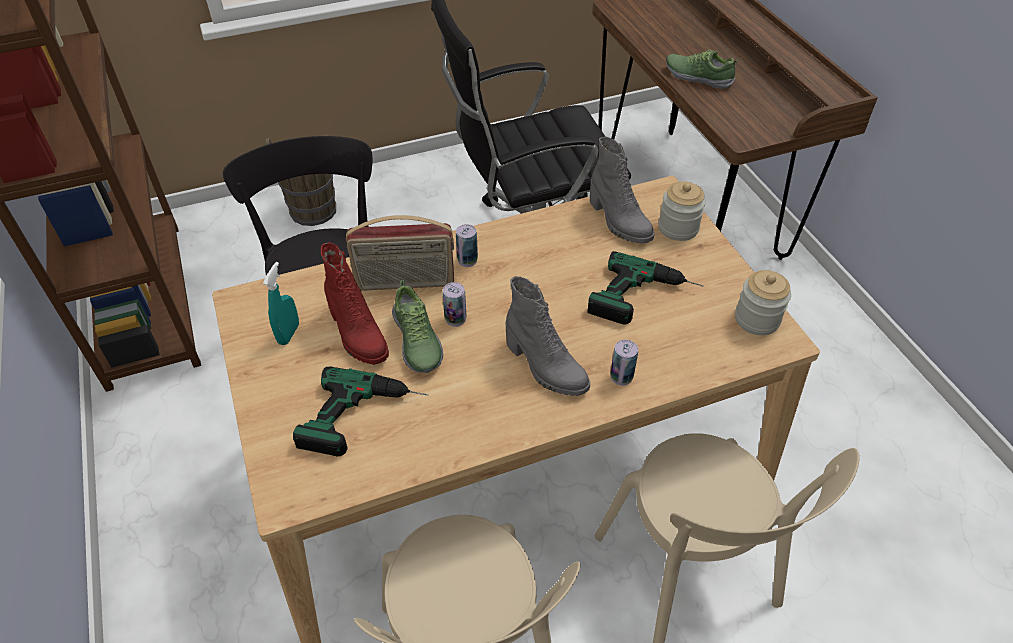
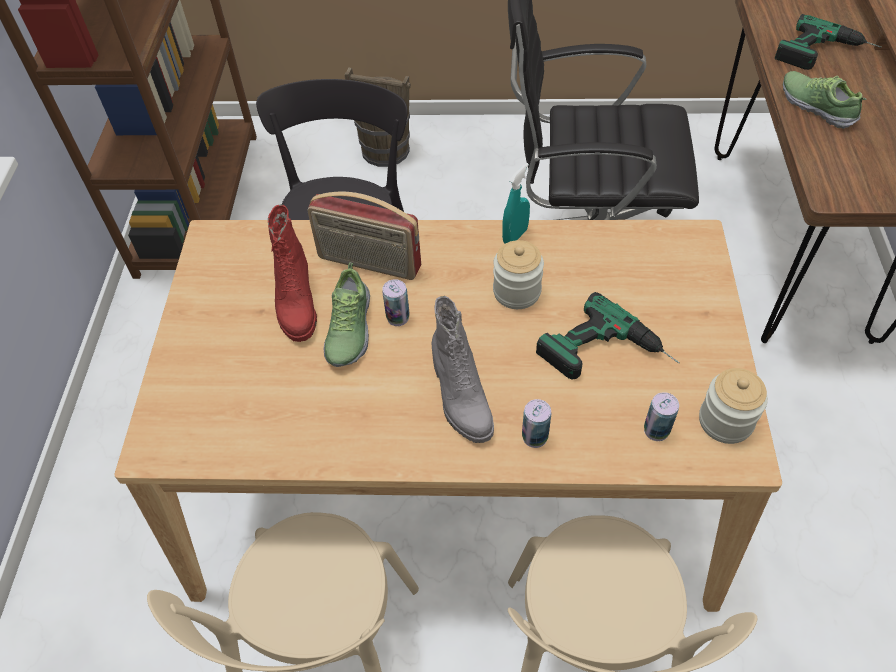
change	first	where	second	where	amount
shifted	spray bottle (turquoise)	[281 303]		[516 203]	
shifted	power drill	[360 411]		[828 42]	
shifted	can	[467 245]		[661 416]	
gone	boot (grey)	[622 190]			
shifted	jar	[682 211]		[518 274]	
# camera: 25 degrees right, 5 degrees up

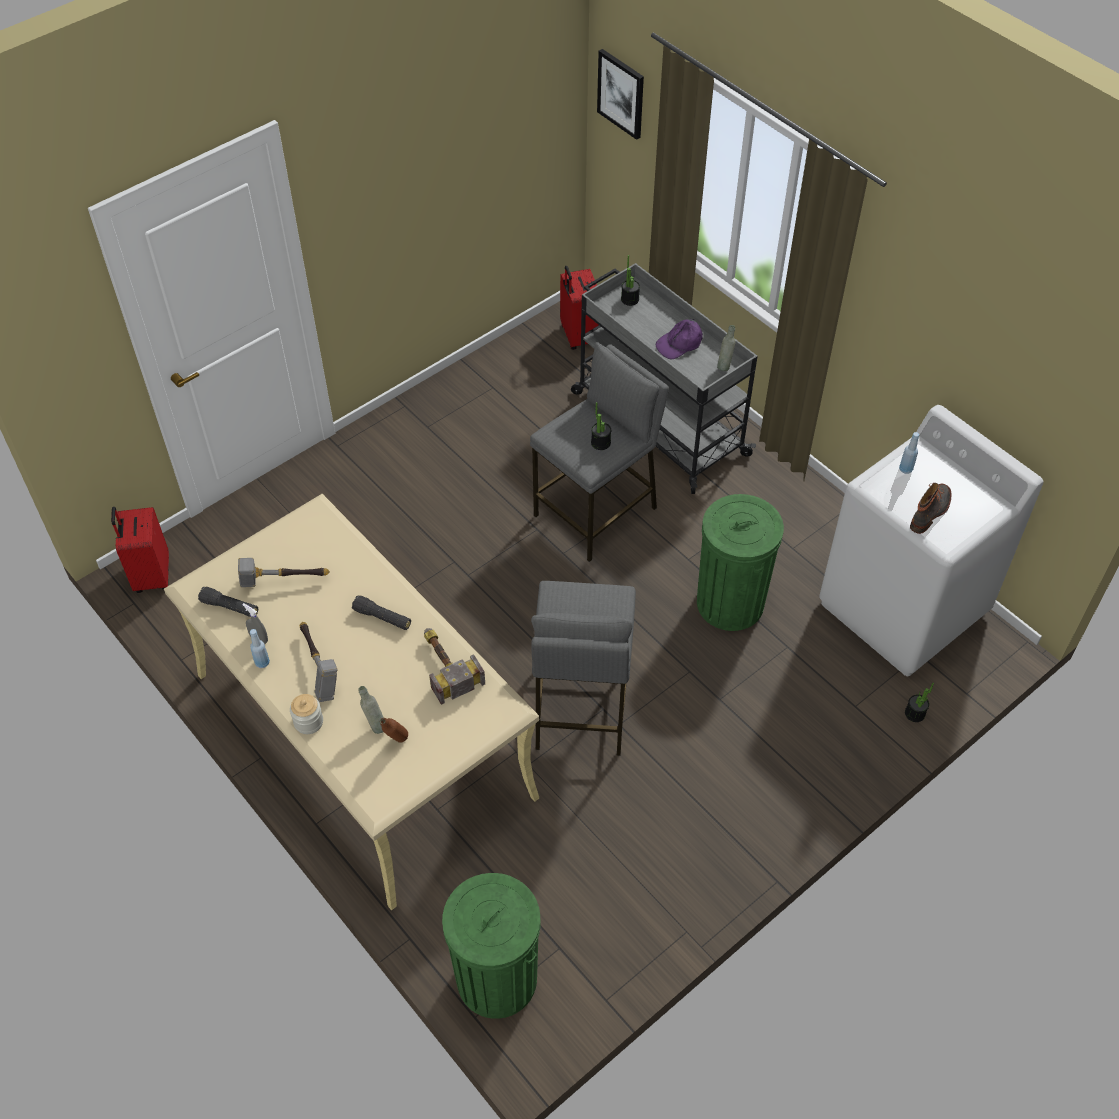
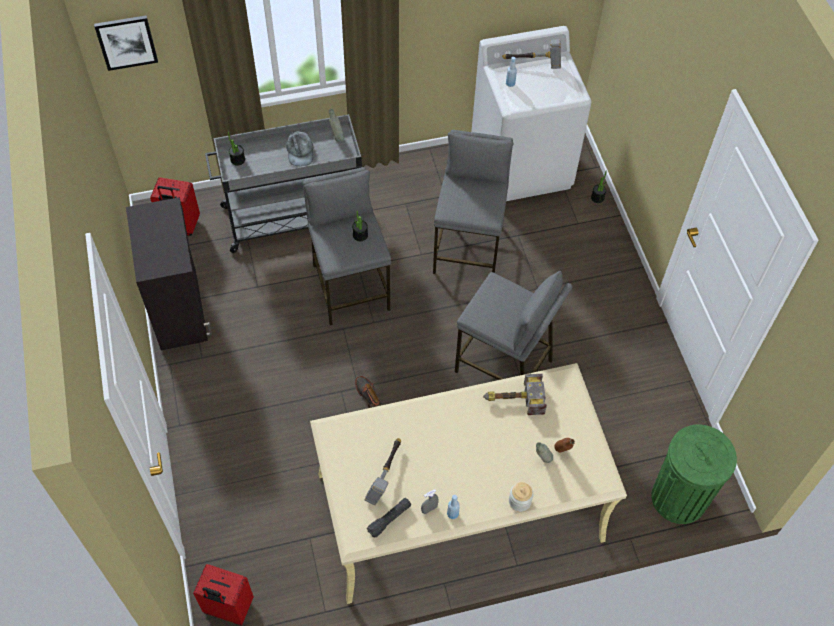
change	first	where	second	where	amount
shifted	hammer	[319 662]		[531 54]	
gone	flashlight (black)	[381 612]			
repainted	cap (purple)	[679 339]	cap (grey)	[299 148]	
swapped	trash can (green)	[740 562]	stool (grey)	[473 202]	
shifted	boot	[931 508]		[368 392]	
new			cabinet (black)	[169 273]	
# camera: 65 degrees left, 5 degrees up

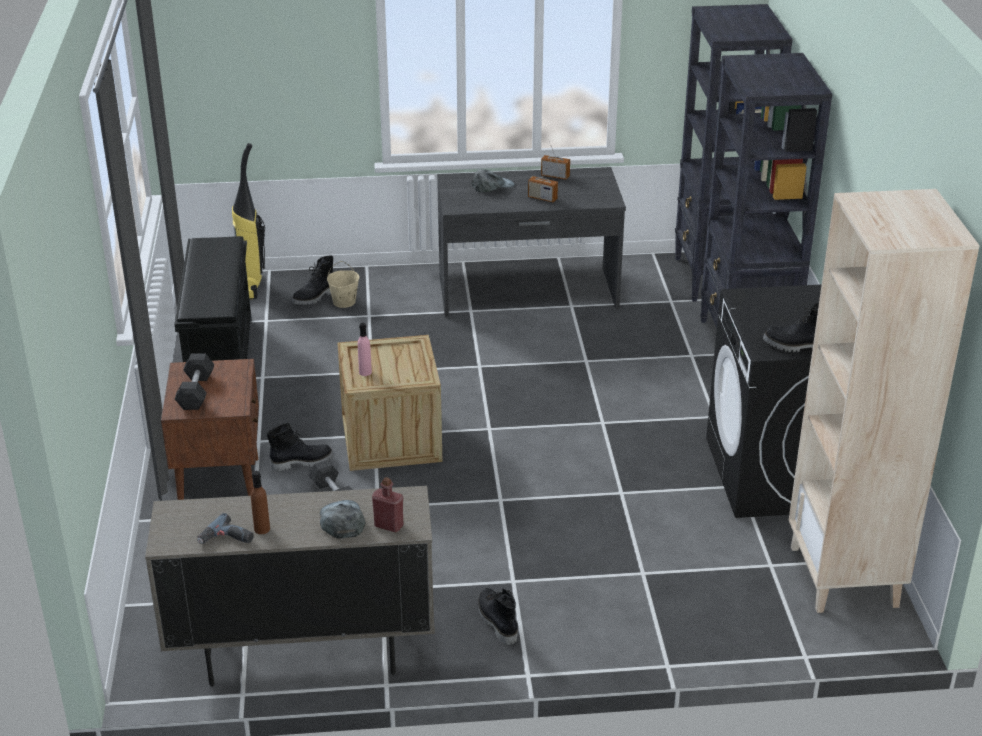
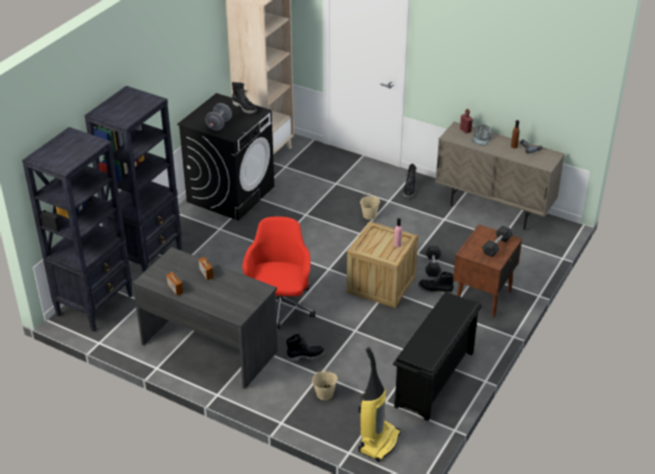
change	first	where	second	where	amount
shifted	boot (black)	[312 280]		[305 347]	
gone	cap (grey)	[493 180]			
new			dumbbell (grey)	[218 117]	
new			office chair (red)	[278 272]	
new			bucket (beige)	[370 206]	
# camera: 145 degrees left, 5 degrees up

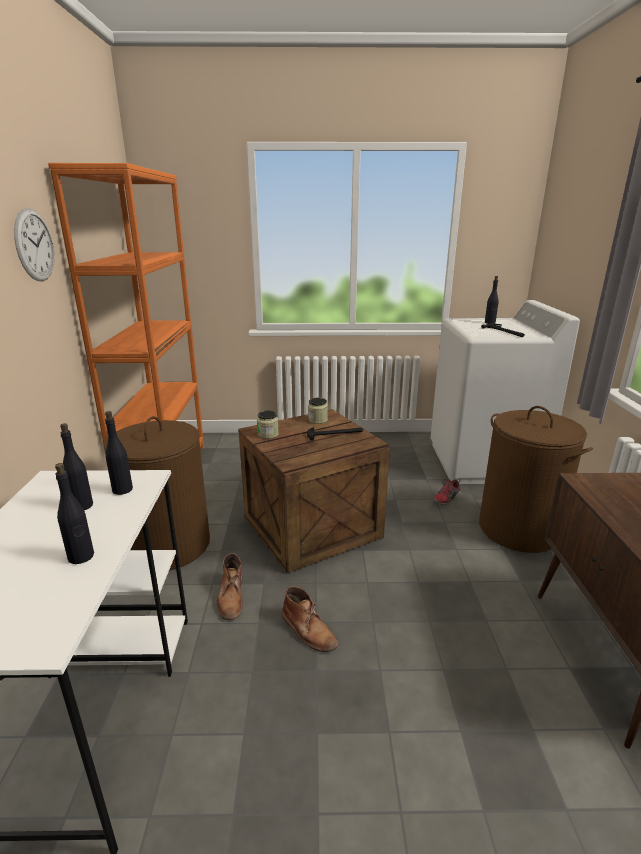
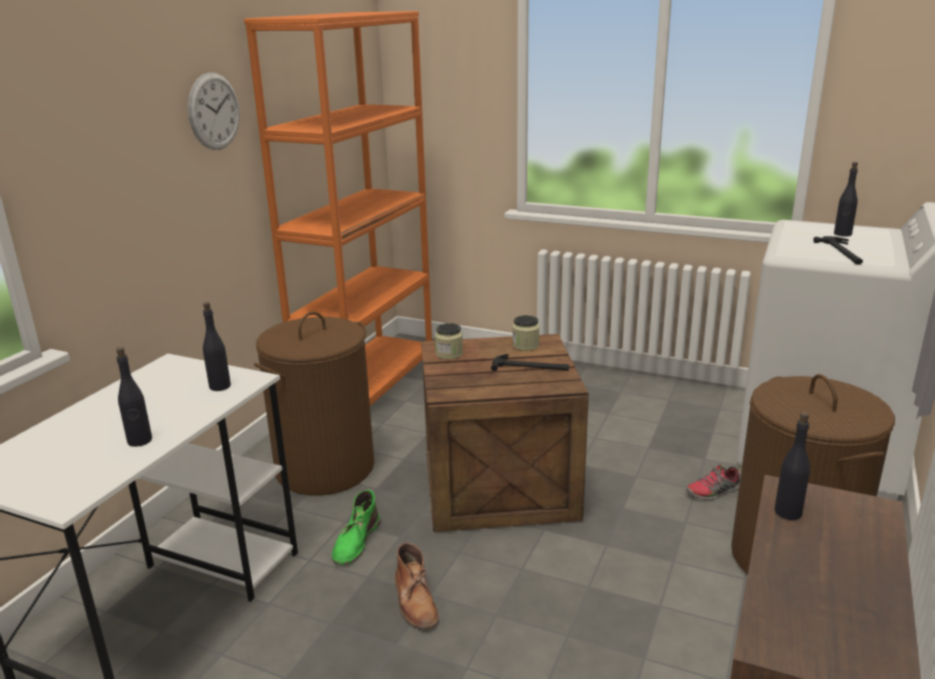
change	first	where	second	where	amount
shifted	bottle (black)	[76 466]		[792 466]	
repainted	boot (brown)	[230 586]	boot (green)	[356 527]	
# camera: 25 degrees right, 0 degrees up

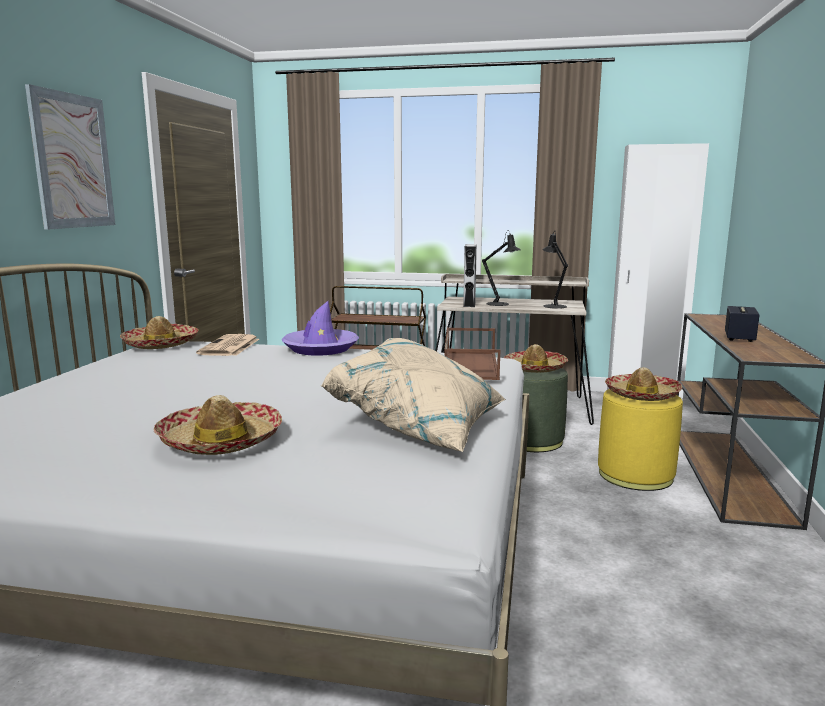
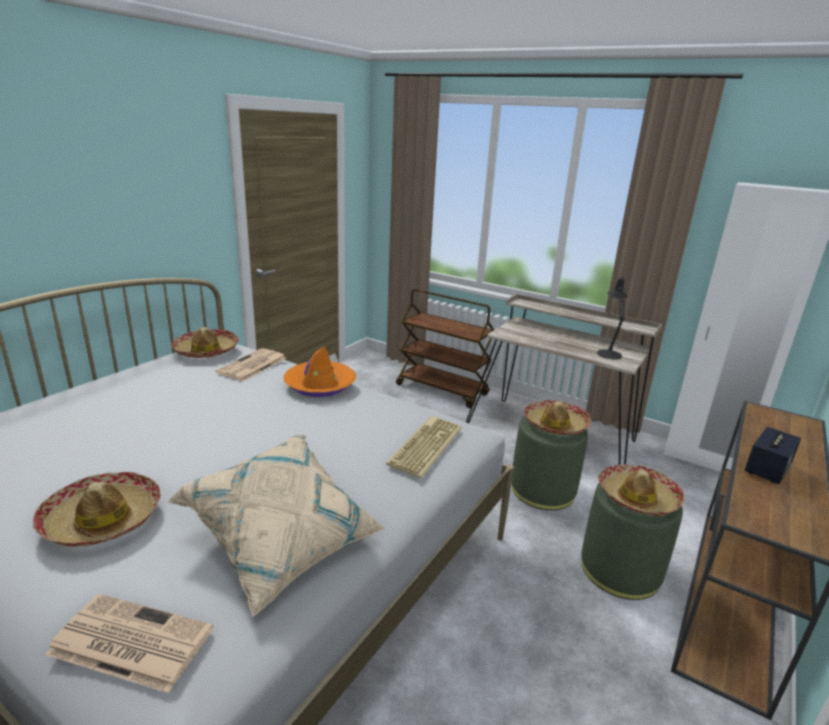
change	first	where	second	where	amount
gone	picture	[70 157]			
repainted	hat (purple)	[320 328]	hat (orange)	[319 371]	
swapped	tray (brown)	[472 354]	keyboard	[424 447]	
gone	speaker (grey)	[470 275]			
gone	table lamp (black)	[501 268]			
repainted	ottoman (yellow)	[640 440]	ottoman (green)	[632 541]	
new			newspaper	[129 643]	
# camera: 20 degrees right, 10 degrees up

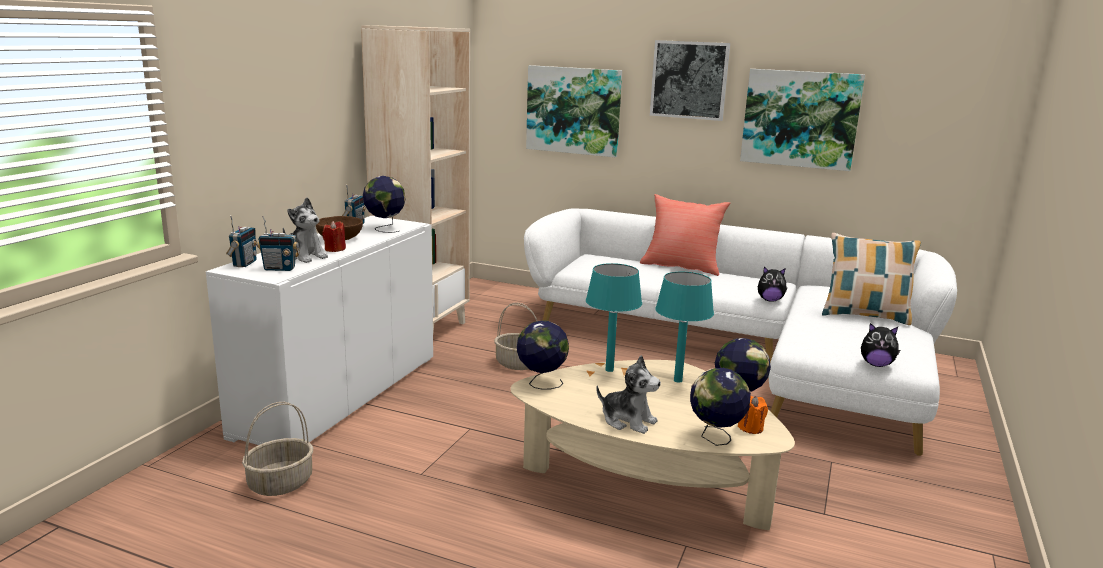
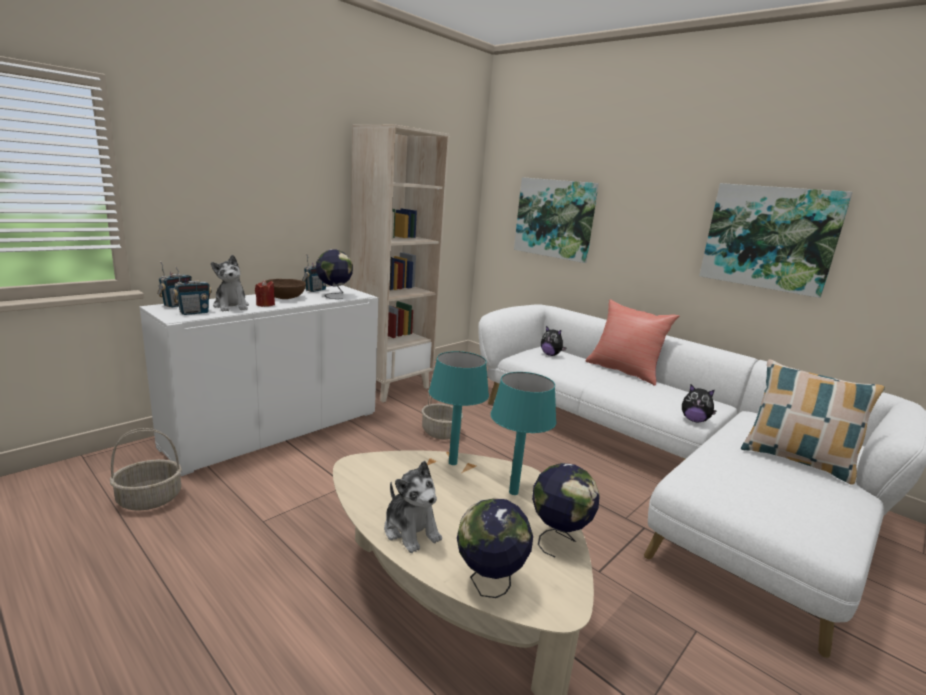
change	first	where	second	where	amount
rotated	radio	[278 243]		[192 291]	60 degrees counterclockwise
gone	globe	[543 354]			
gone	picture	[690 80]			
gone	candle (orange)	[753 415]			
shifted	plush toy	[880 345]		[554 341]	
# camera: 20 degrees right, 0 degrees up

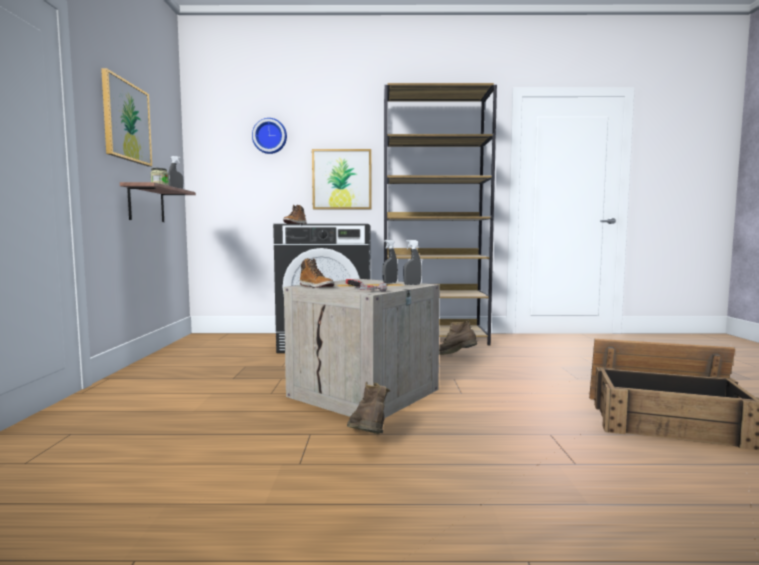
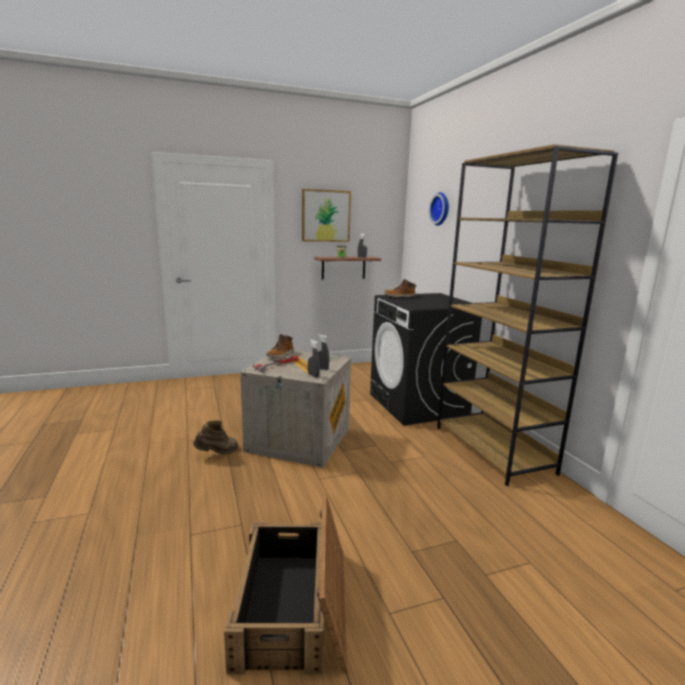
change	first	where	second	where	amount
gone	picture	[342 179]			
gone	boot (brown)	[458 338]			
# camera: 70 degrees right, 10 degrees up

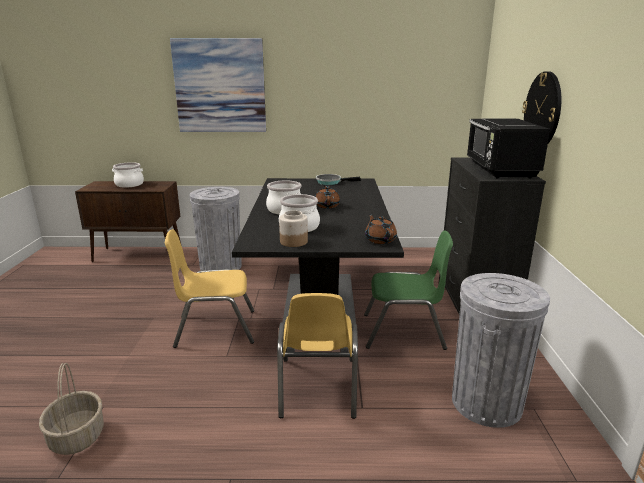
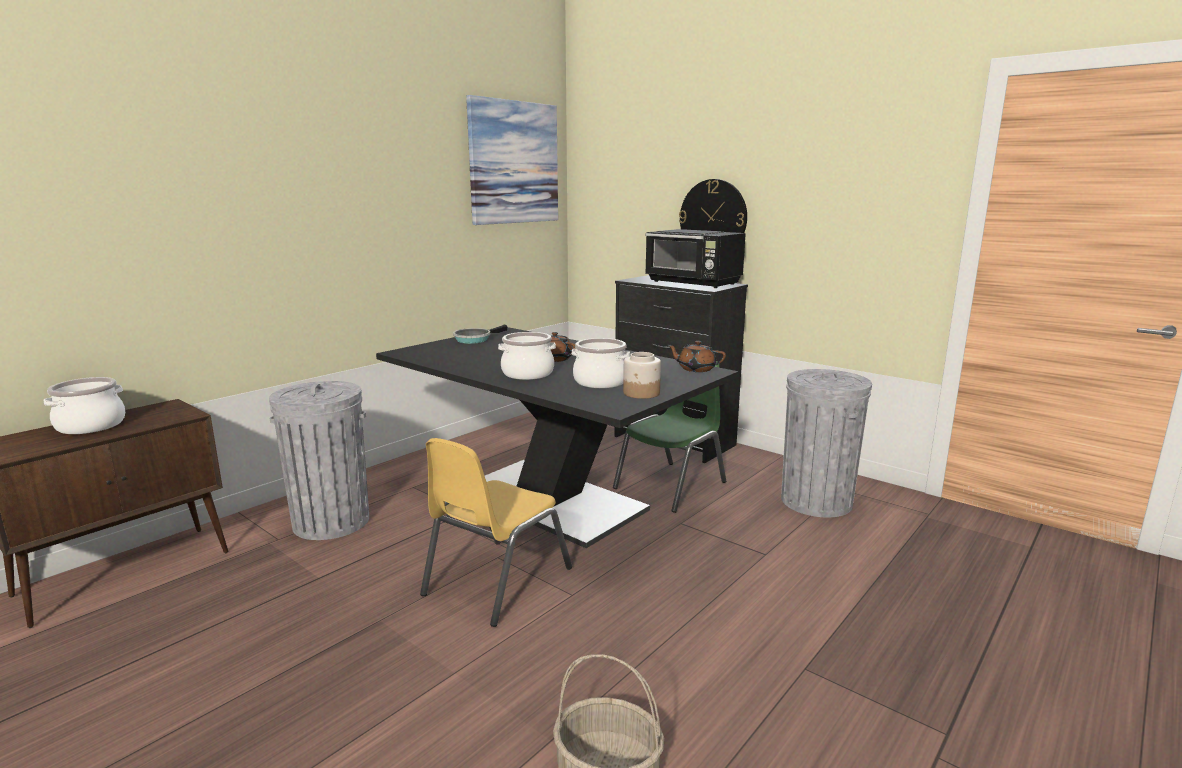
change	first	where	second	where	amount
shifted	picture	[218 85]		[512 160]	
gone	chair (yellow)	[317 356]			
# camera: 50 degrees left, 5 degrees down

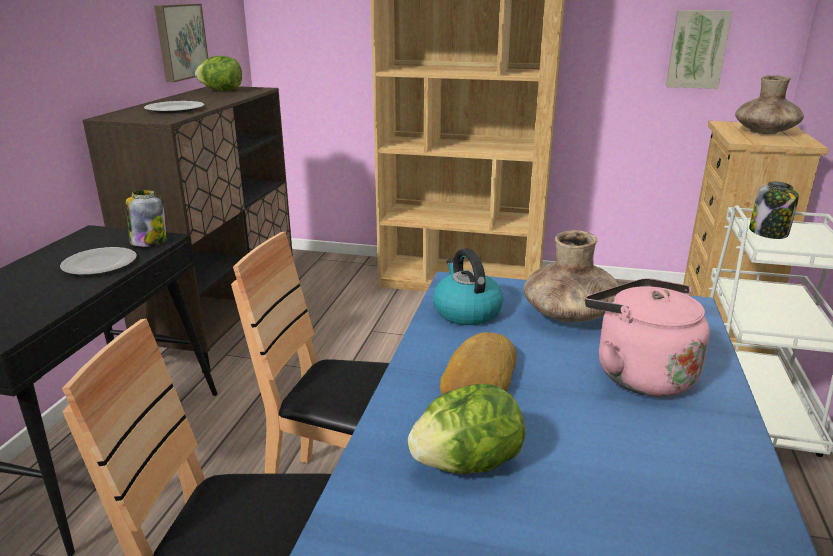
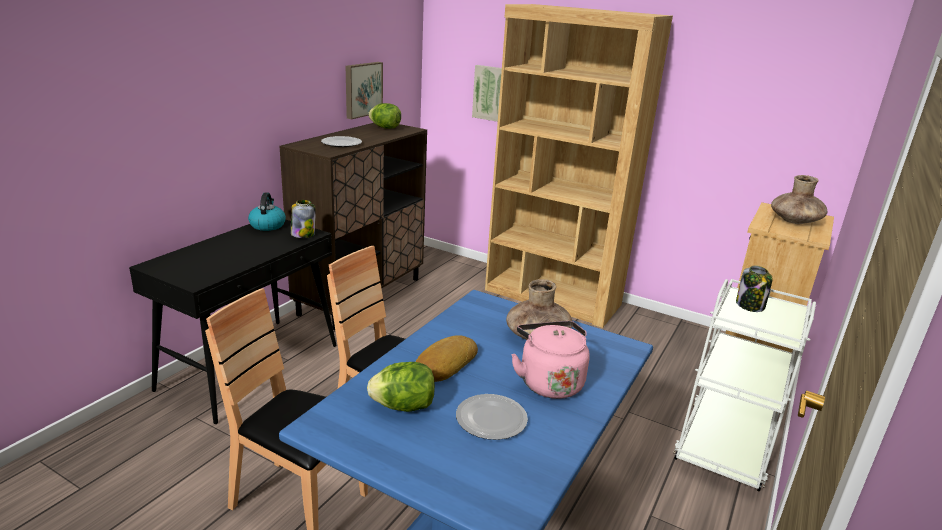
change	first	where	second	where	amount
shifted	plate	[98 261]		[492 417]	
shifted	kettle	[468 286]		[267 211]	
shifted	picture	[699 49]		[487 93]	
# camera: 15 degrees right, 0 degrees up

